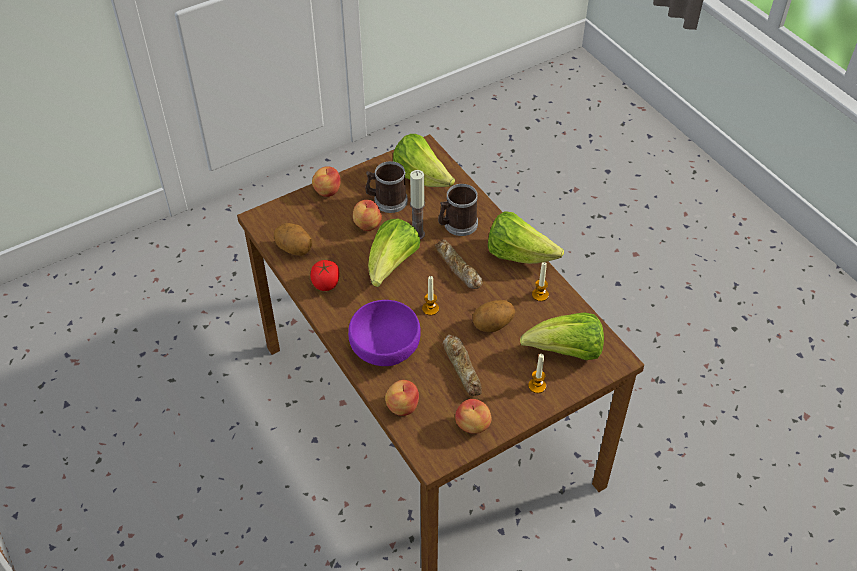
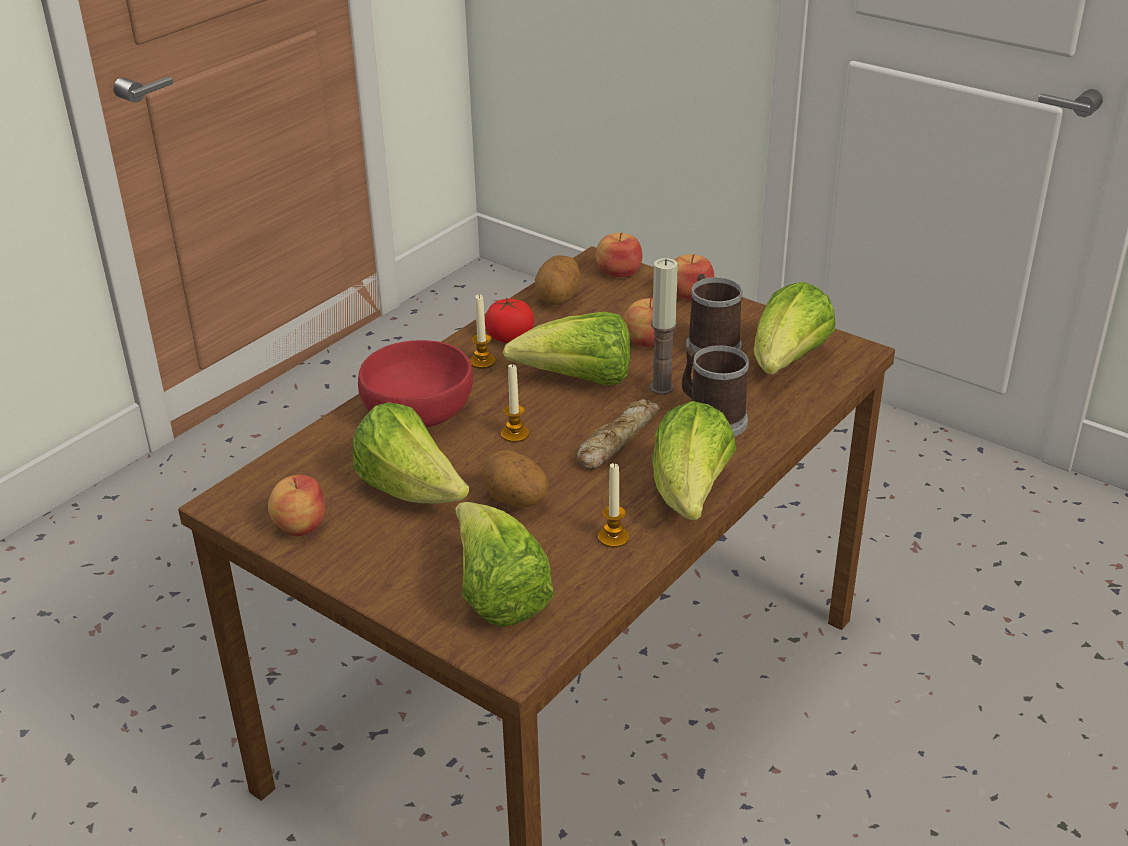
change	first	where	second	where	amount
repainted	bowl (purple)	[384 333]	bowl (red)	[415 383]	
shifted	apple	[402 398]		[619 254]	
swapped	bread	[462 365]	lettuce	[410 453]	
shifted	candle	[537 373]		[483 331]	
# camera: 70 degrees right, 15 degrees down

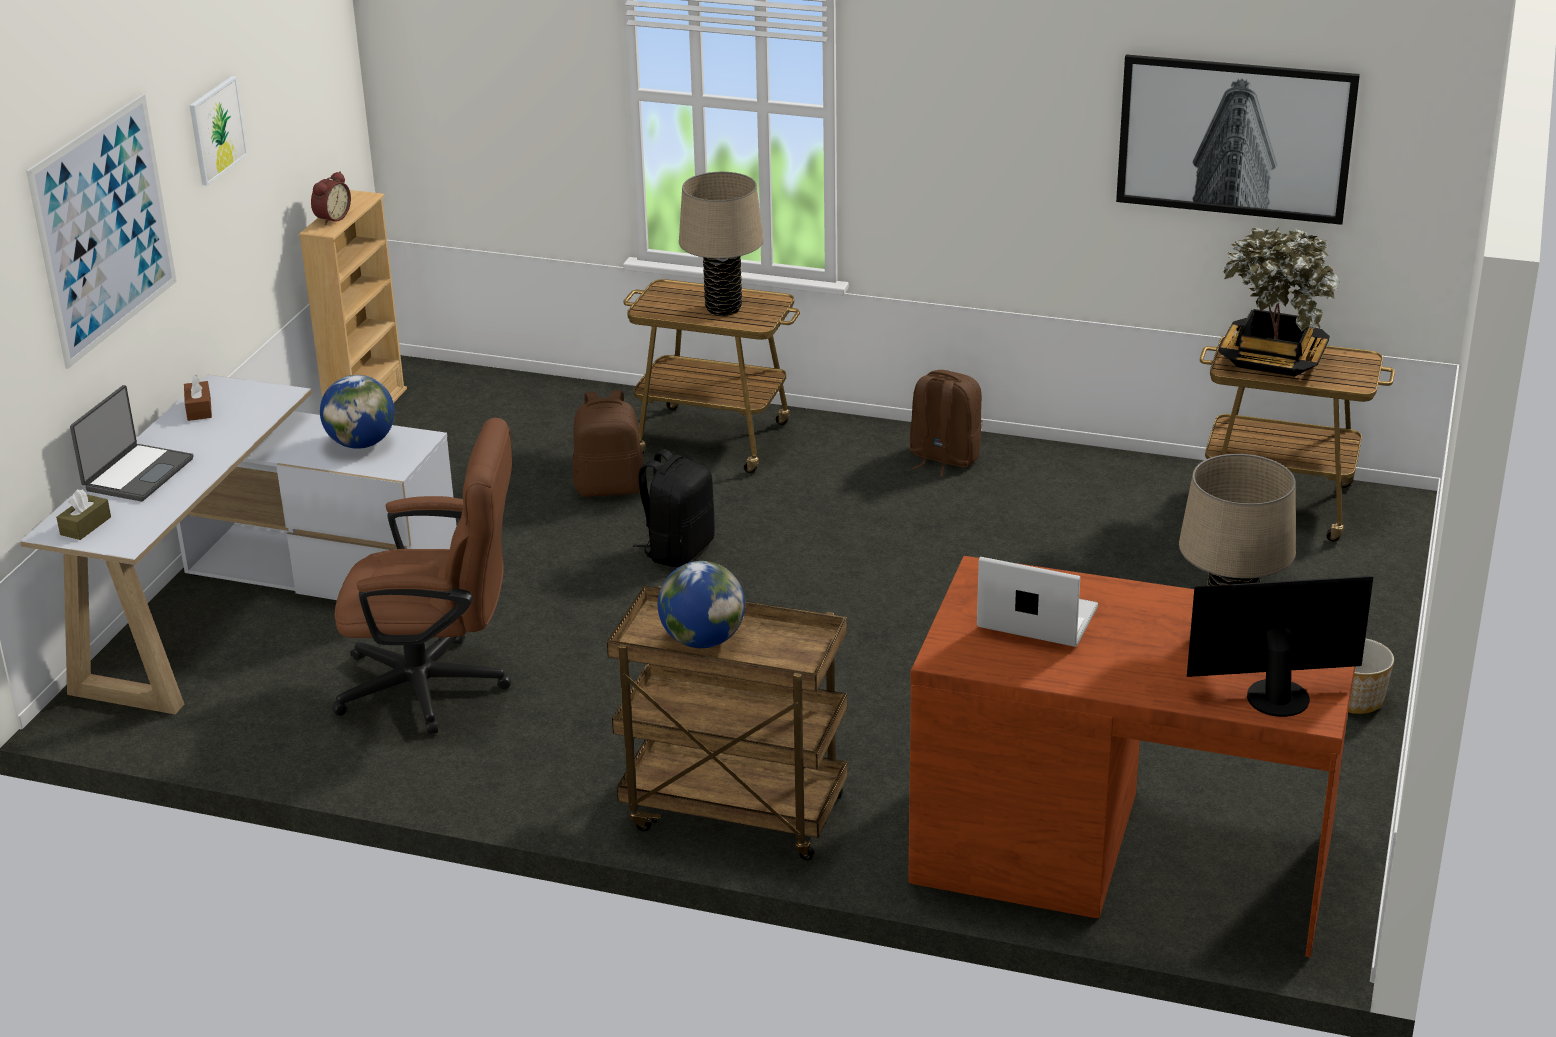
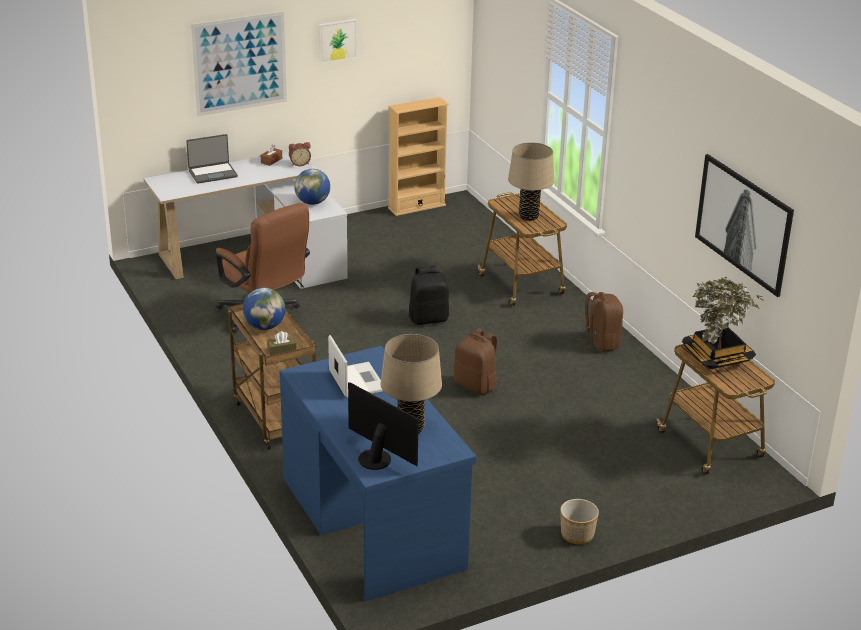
change	first	where	second	where	amount
shifted	tissue box (brown)	[83 514]		[282 343]	
shifted	alarm clock	[331 198]		[300 154]	
shifted	backpack (brown)	[608 444]		[476 361]	
repainted	desk (brown)	[1132 756]	desk (blue)	[378 474]	
# camera: 45 degrees right, 0 degrees up

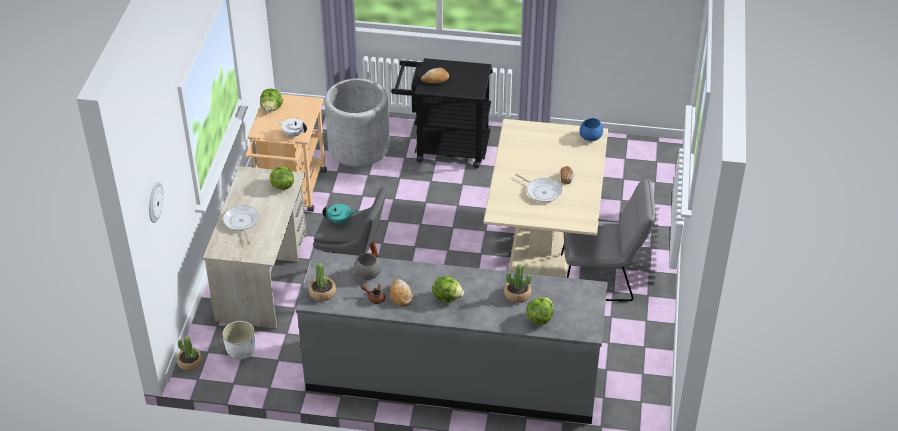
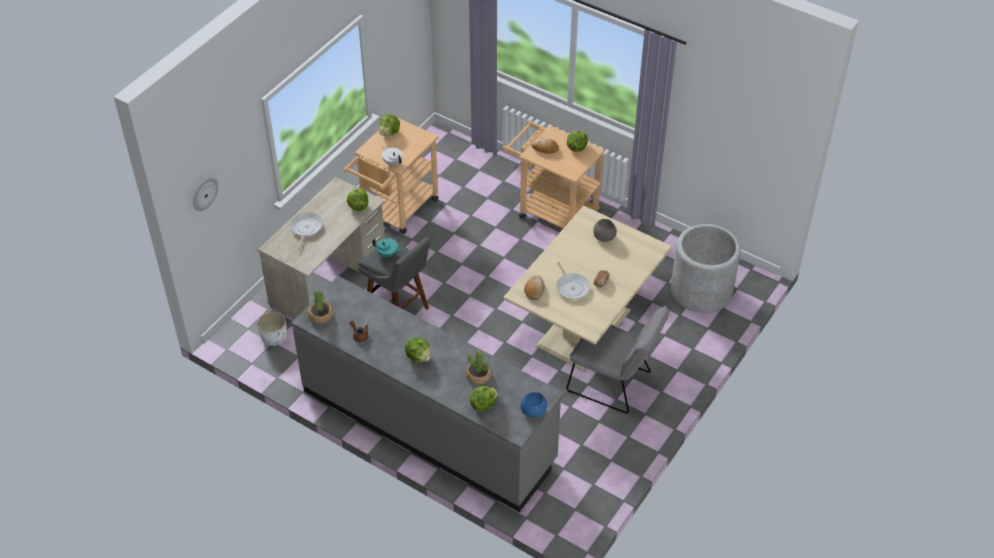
change	first	where	second	where	amount
gone	potted plant	[190 353]			
shifted	planter (grey)	[357 122]		[706 268]	
shifted	bowl (grey)	[367 266]		[605 230]	
shifted	bread	[401 293]		[534 288]	
repainted	cart (black)	[442 113]	cart (beige)	[553 174]	
shifted	bowl (blue)	[591 129]		[534 405]	
new			lettuce	[577 141]	
# camera: 25 degrees right, 5 degrees up

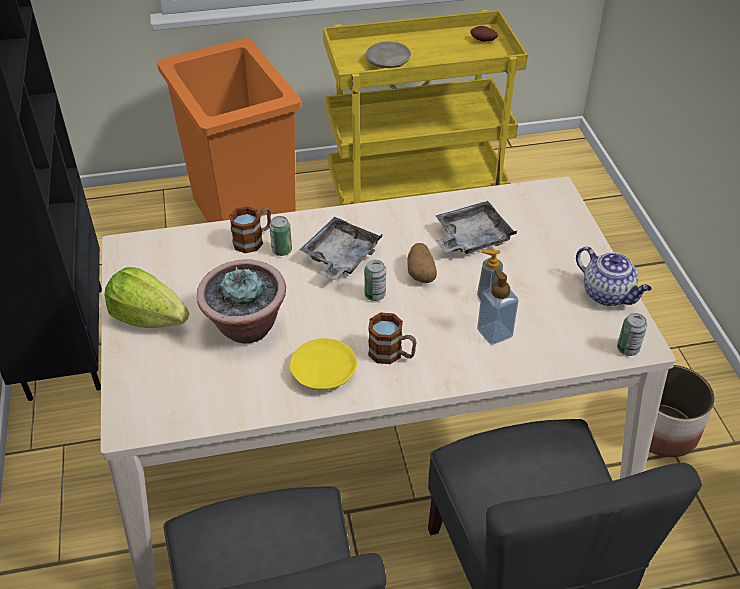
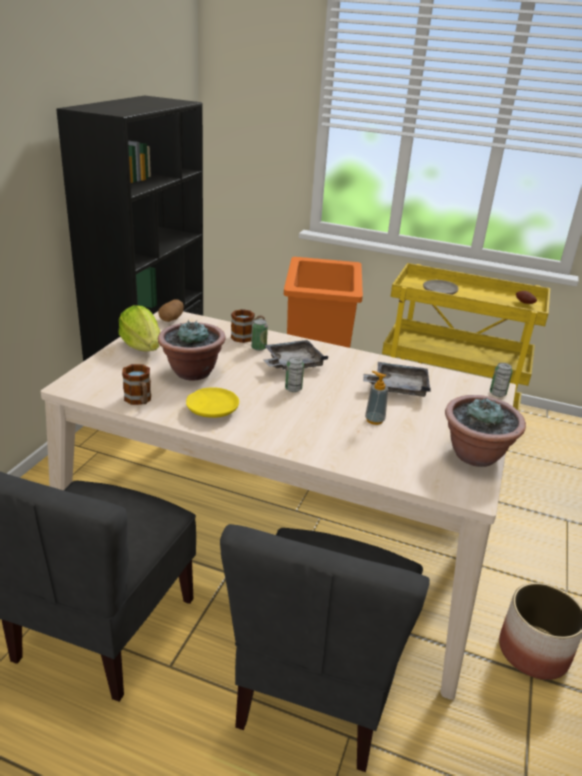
change	first	where	second	where	amount
shifted	mug	[392 338]		[136 384]	
shifted	potato	[422 263]		[170 310]	
gone	soap dispenser	[497 307]			
swapped	teapot	[614 276]	potted plant	[485 431]	
shifted	can	[632 334]		[501 380]	
# camera: 30 degrees right, 15 degrees down

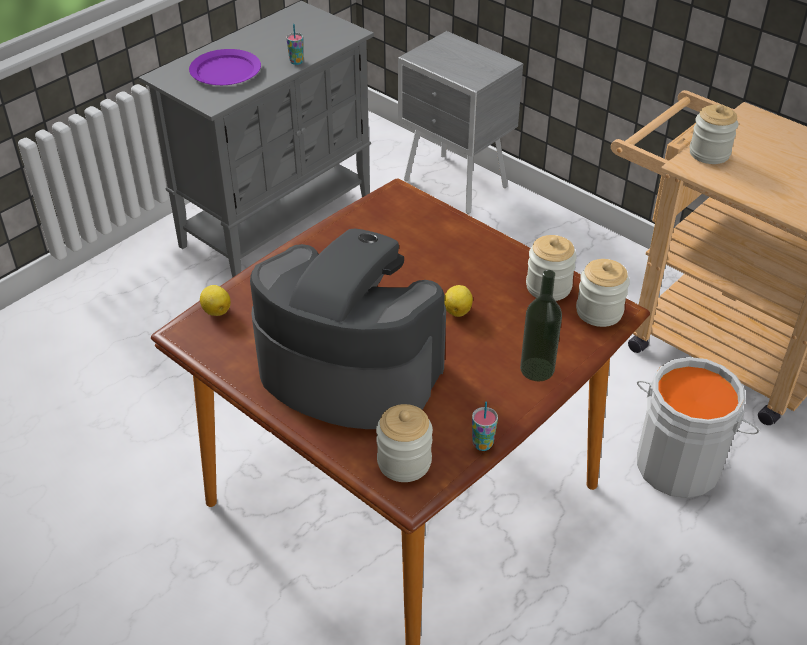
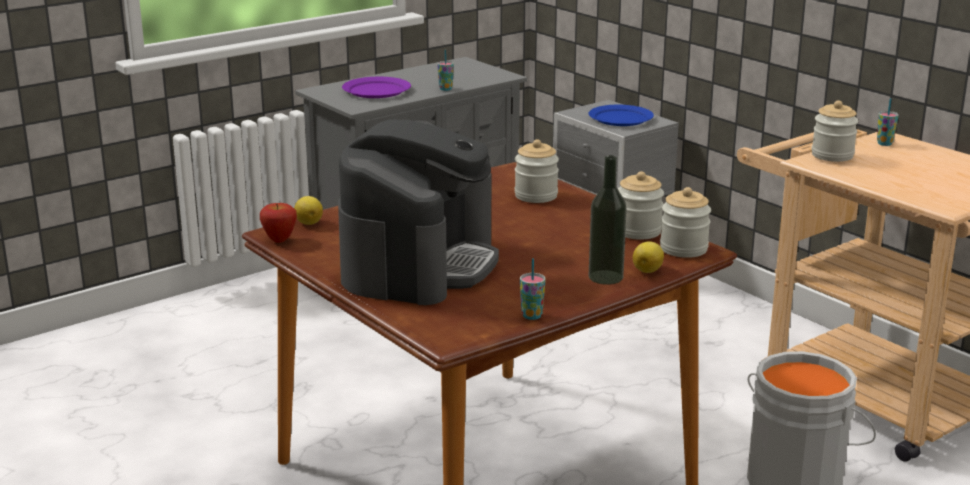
change	first	where	second	where	amount
rotated	coffee machine	[348 329]		[418 212]	75 degrees clockwise
shifted	jar	[404 443]		[537 171]	
shifted	lemon	[458 301]		[648 257]	
new			apple	[278 223]	
new			plate (blue)	[621 115]	
new			cup	[888 122]	
# camera: 10 degrees right, 20 degrees down

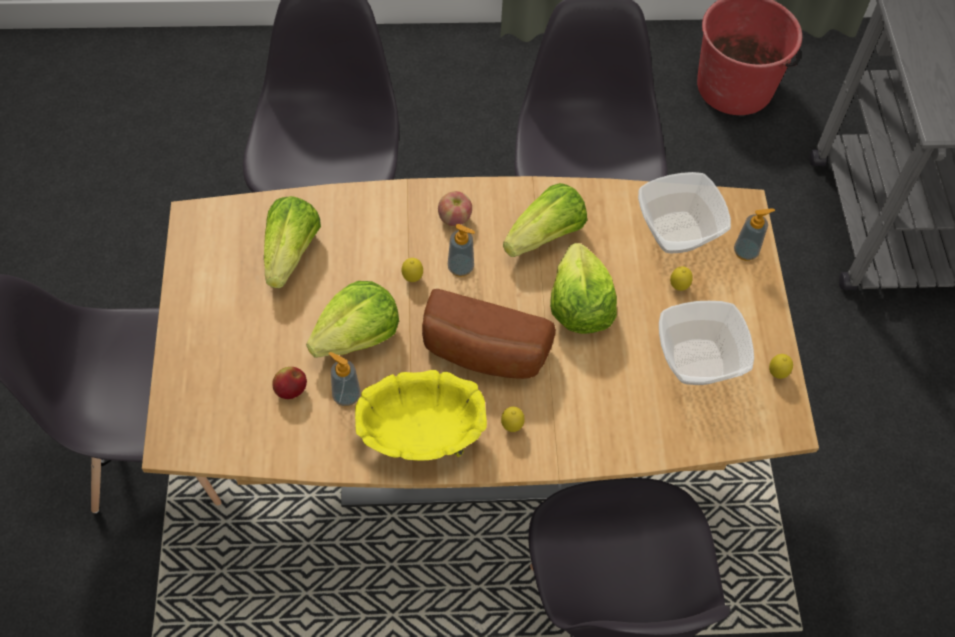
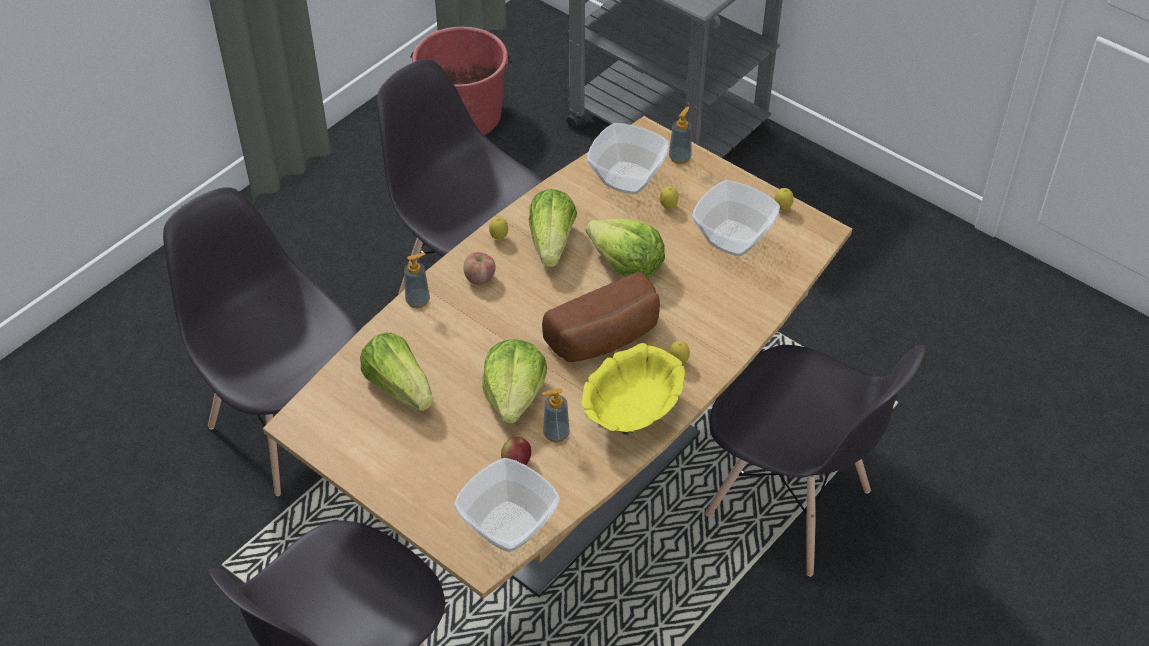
change	first	where	second	where	amount
shifted	lemon	[412 270]		[498 228]	
shifted	soap dispenser	[461 250]		[417 280]	
new			bowl	[507 505]	
# camera: 45 degrees left, 10 degrees down

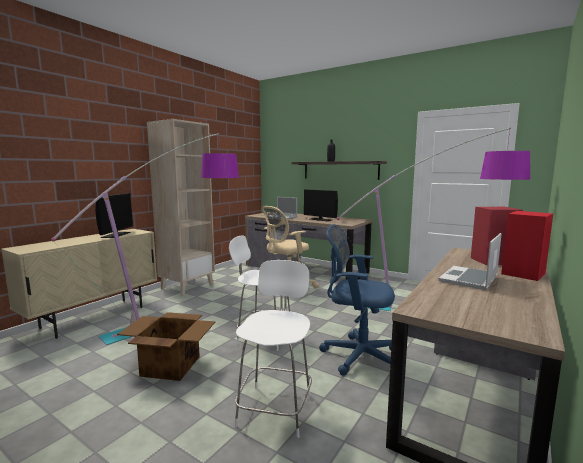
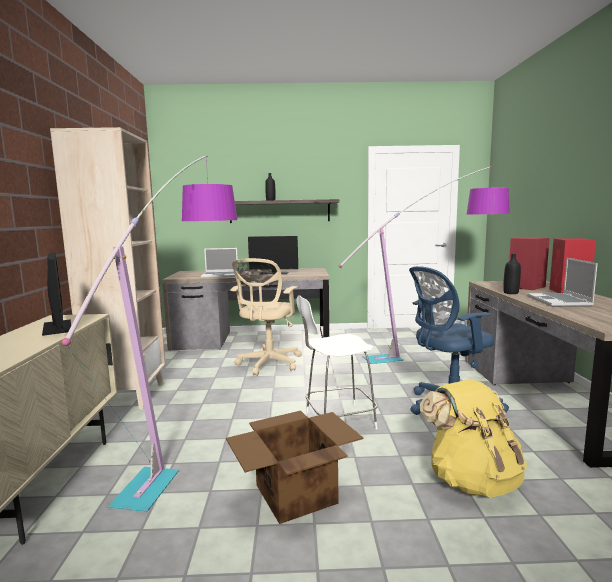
change	first	where	second	where	amount
swapped	chair (white)	[273 349]	backpack (yellow)	[473 438]	
new			bottle (black)	[512 274]	
# camera: 35 degrees left, 0 degrees up

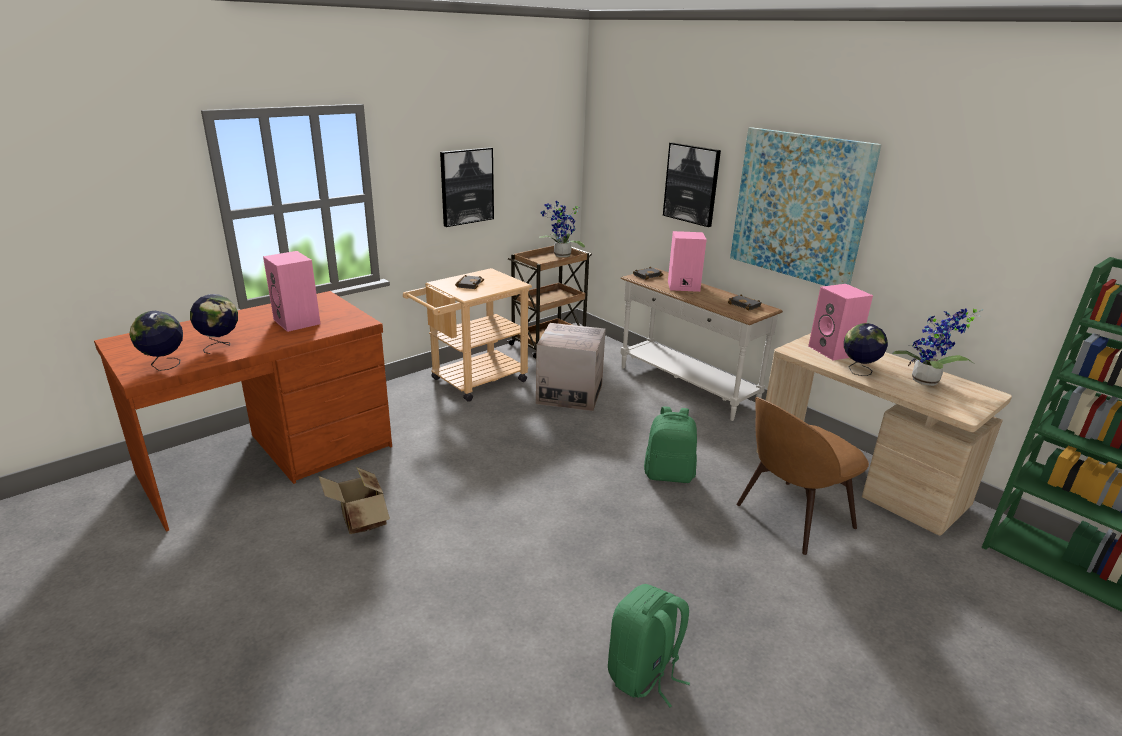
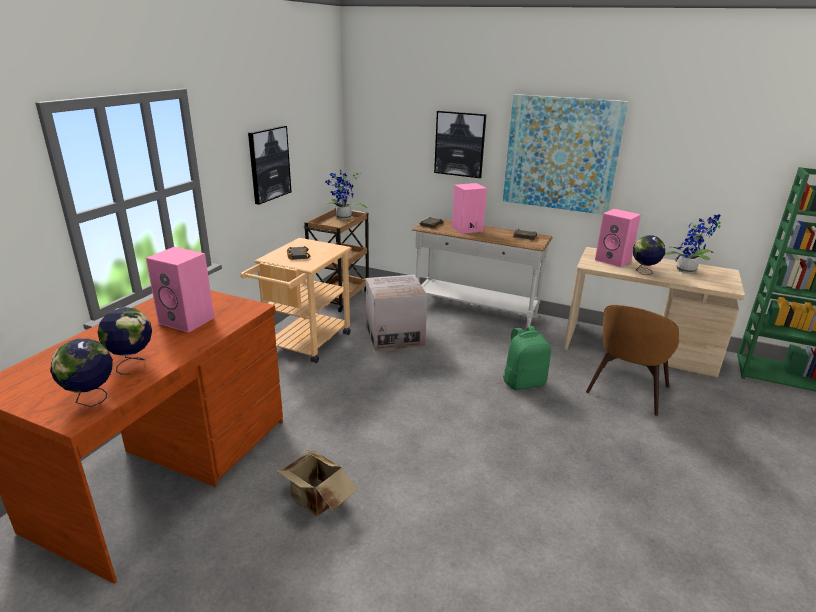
change	first	where	second	where	amount
gone	backpack (green)	[649 645]			
# camera: 25 degrees left, 0 degrees up

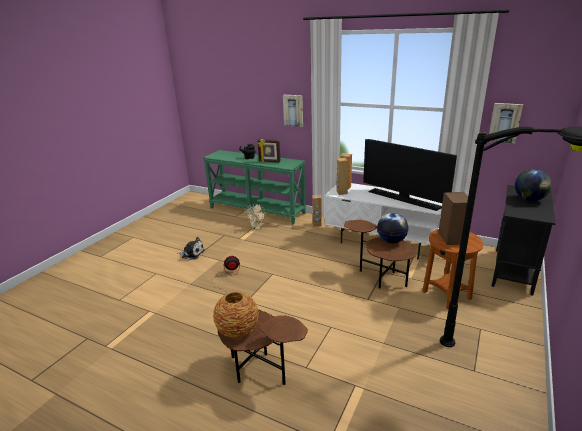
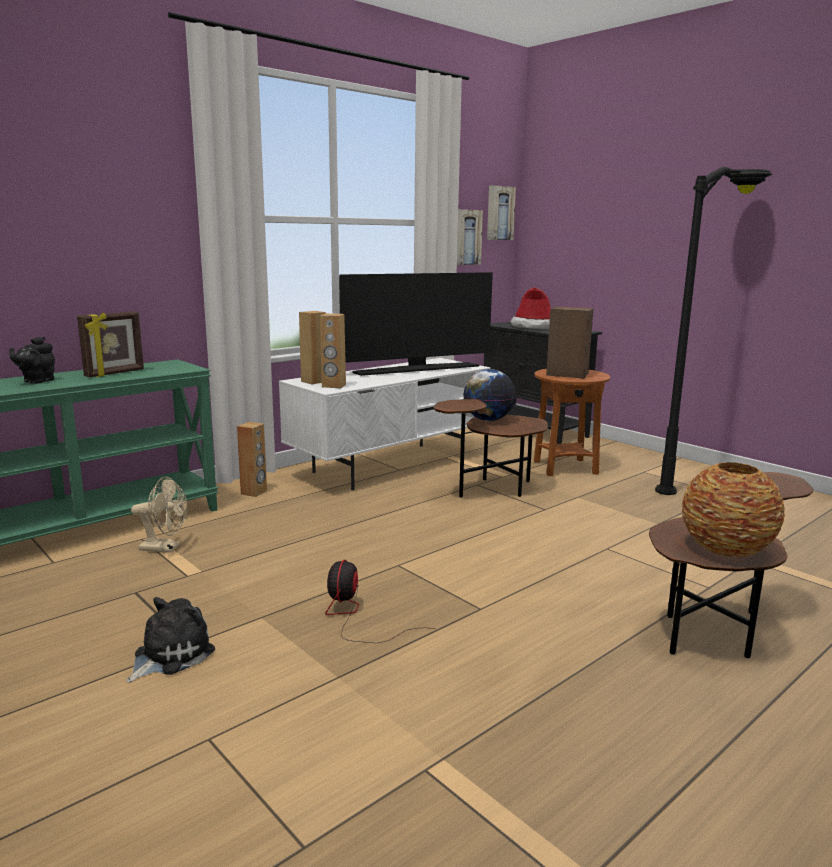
change	first	where	second	where	amount
shifted	picture	[293 111]		[501 212]	
swapped	globe	[533 185]	hat	[531 308]	
# camera: 70 degrees left, 10 degrees down

